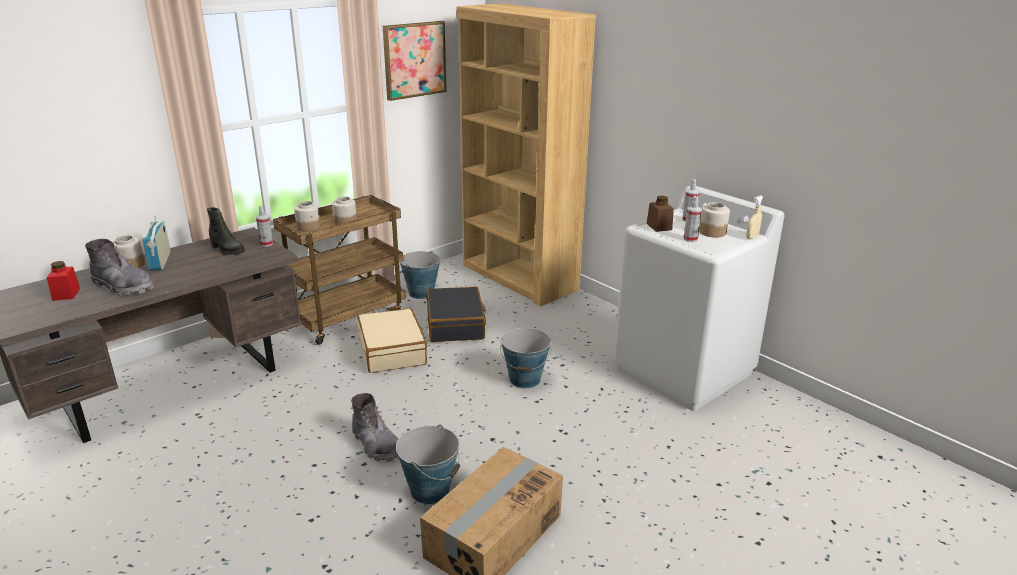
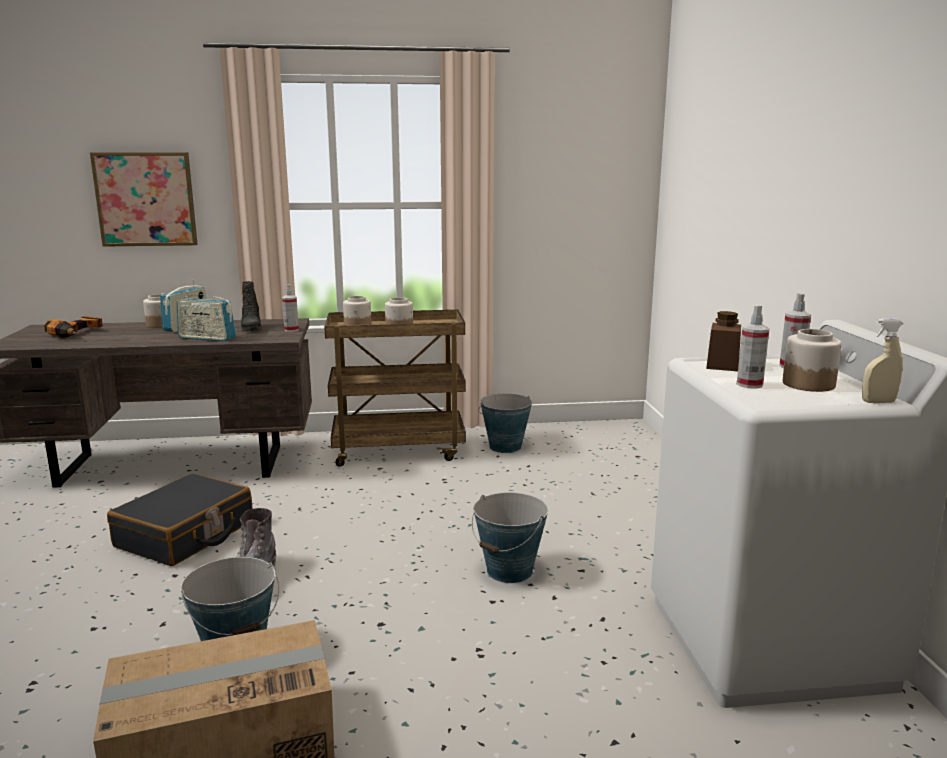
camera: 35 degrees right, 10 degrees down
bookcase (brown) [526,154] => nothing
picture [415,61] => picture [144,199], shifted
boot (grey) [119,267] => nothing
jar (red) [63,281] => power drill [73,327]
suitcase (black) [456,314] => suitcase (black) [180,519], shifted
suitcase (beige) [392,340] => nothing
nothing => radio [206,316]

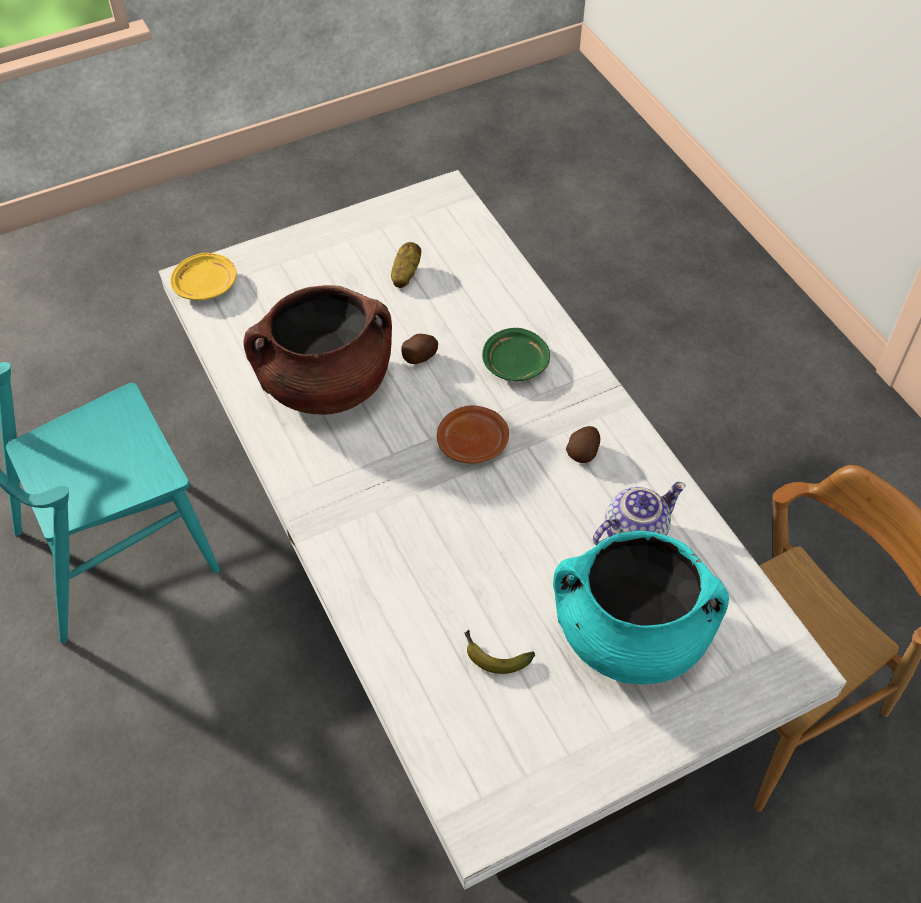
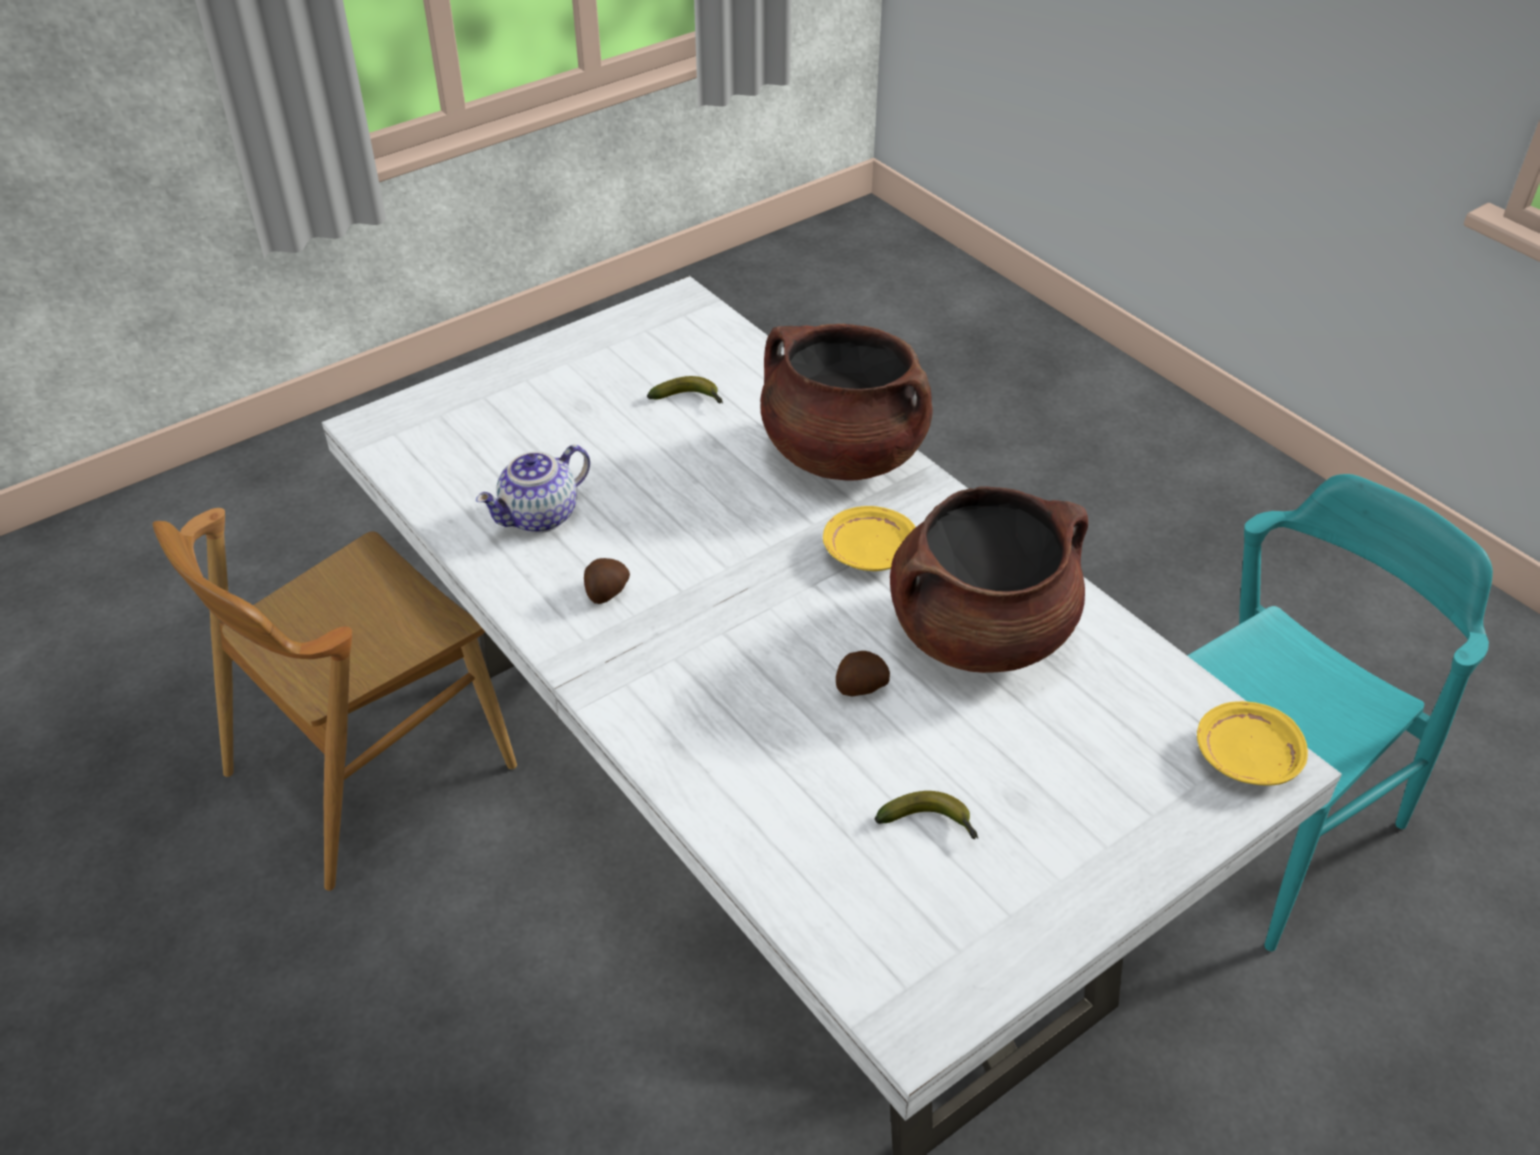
camera: 170 degrees right, 10 degrees down
potato [406,265] => banana [926,815]
plate (green) [516,354] => nothing
plate (brown) [473,434] => nothing
cooking pot (turquoise) [641,607] => nothing
nothing => cooking pot (brown) [846,402]
nothing => plate (yellow) [869,538]

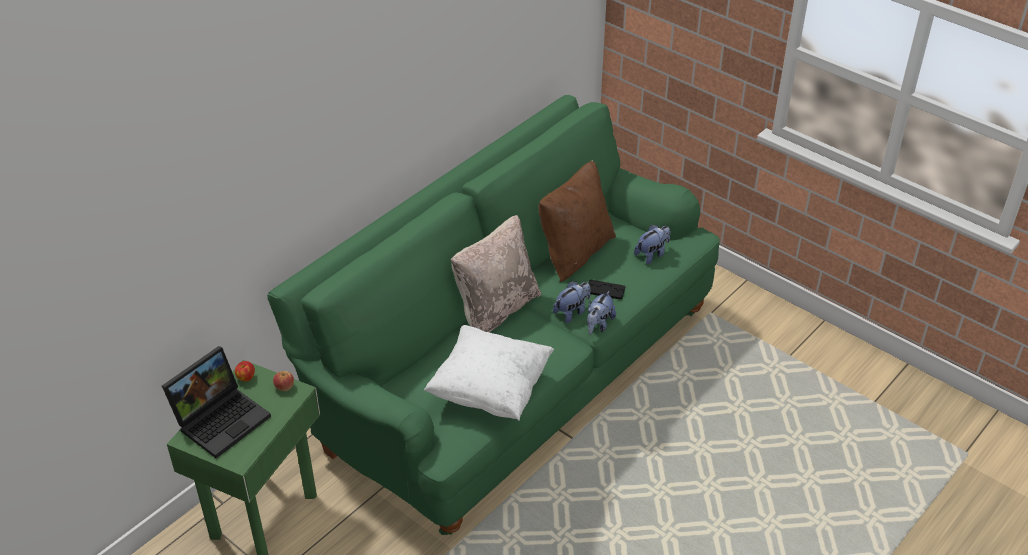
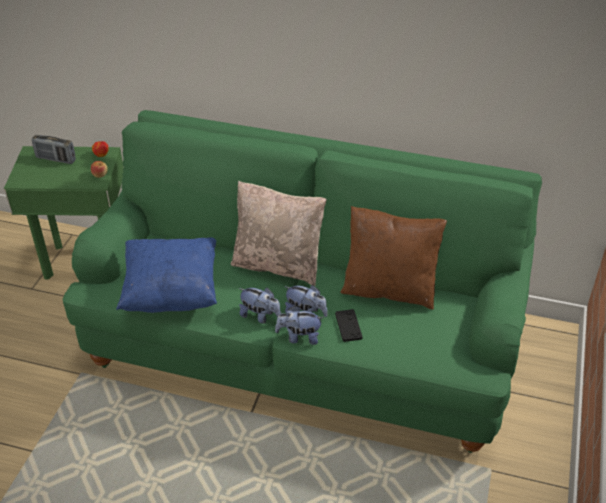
camera: 65 degrees right, 0 degrees up
plush toy [652,244] => plush toy [260,306], shifted
pillow (white) [489,373] => pillow (blue) [166,275]
laptop [216,402] => radio [54,149]

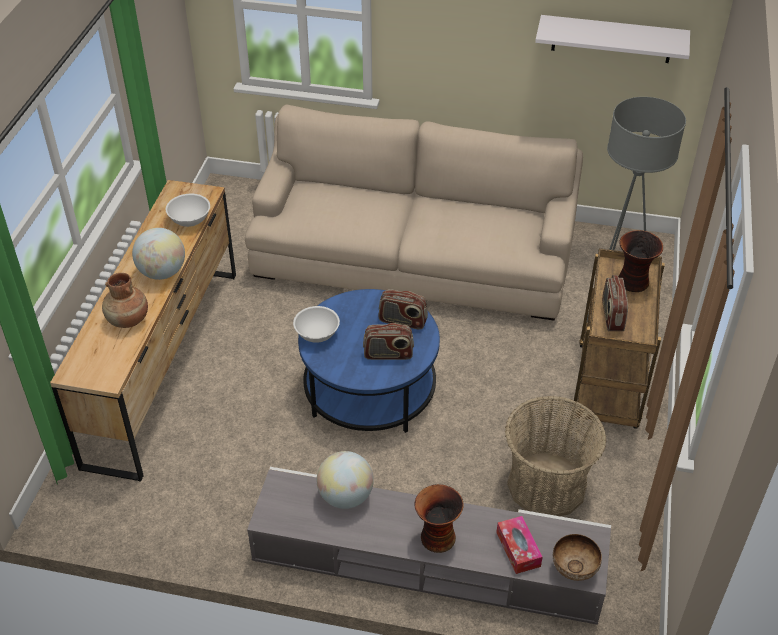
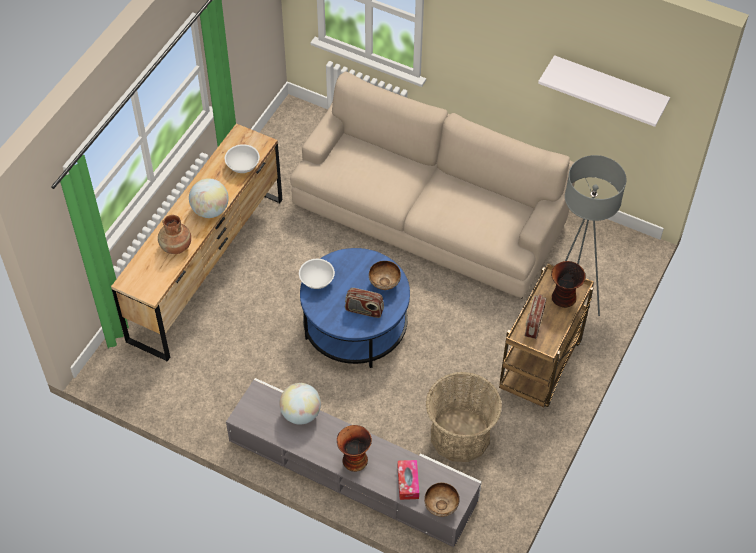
camera: 15 degrees right, 10 degrees up
radio [403,309] => bowl [385,275]

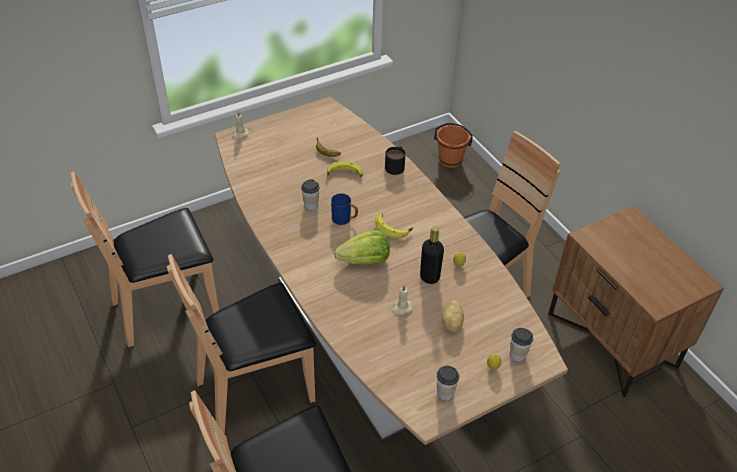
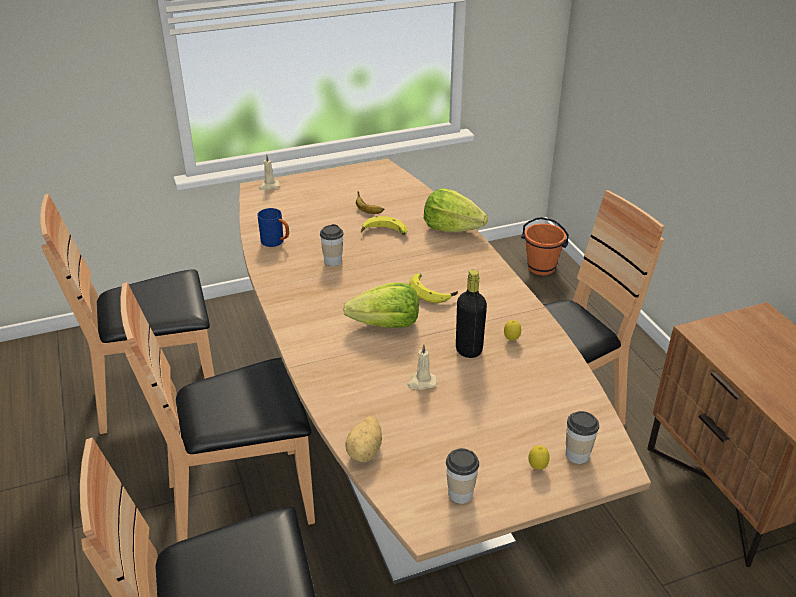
camera: 10 degrees right, 10 degrees down
mug (black) [395,160] => lettuce [456,210]
mug (blue) [344,209] => mug (blue) [273,227], shifted
potato [453,316] => potato [364,439], shifted

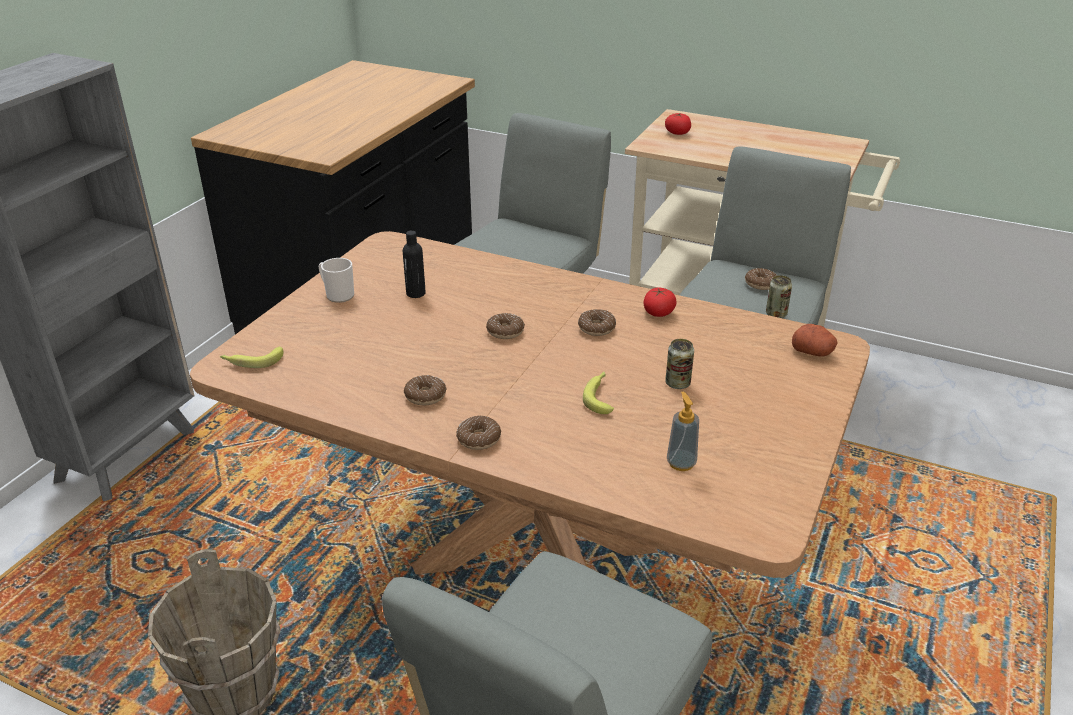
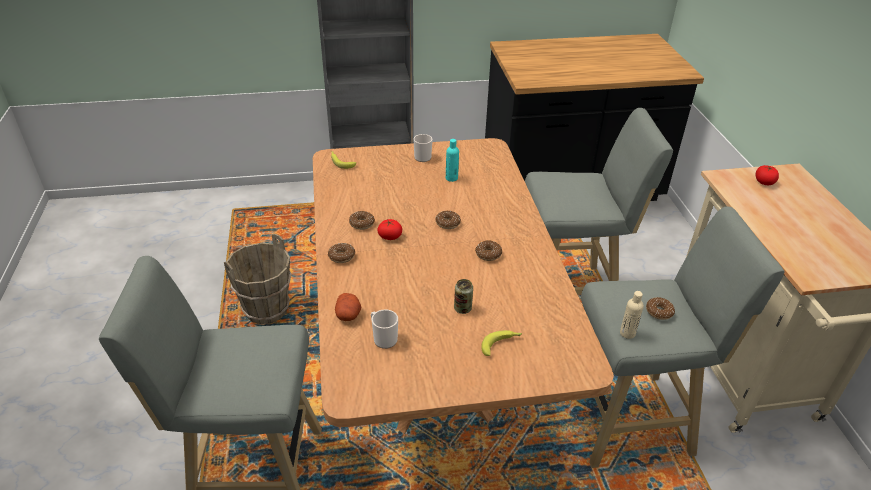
camera: 55 degrees right, 5 degrees up
bottle (black) [414,264] => bottle (turquoise) [452,160]
can [779,296] => bottle (beige) [632,315]
tomato [660,302] => tomato [389,229], shifted
potato [815,340] => potato [348,307], shifted
banana [598,393] => banana [501,343], shifted
soap dispenser [683,431] => mug [384,329]

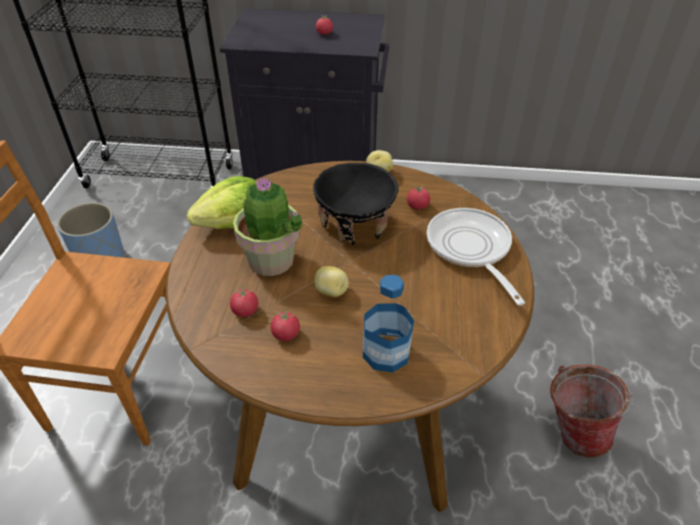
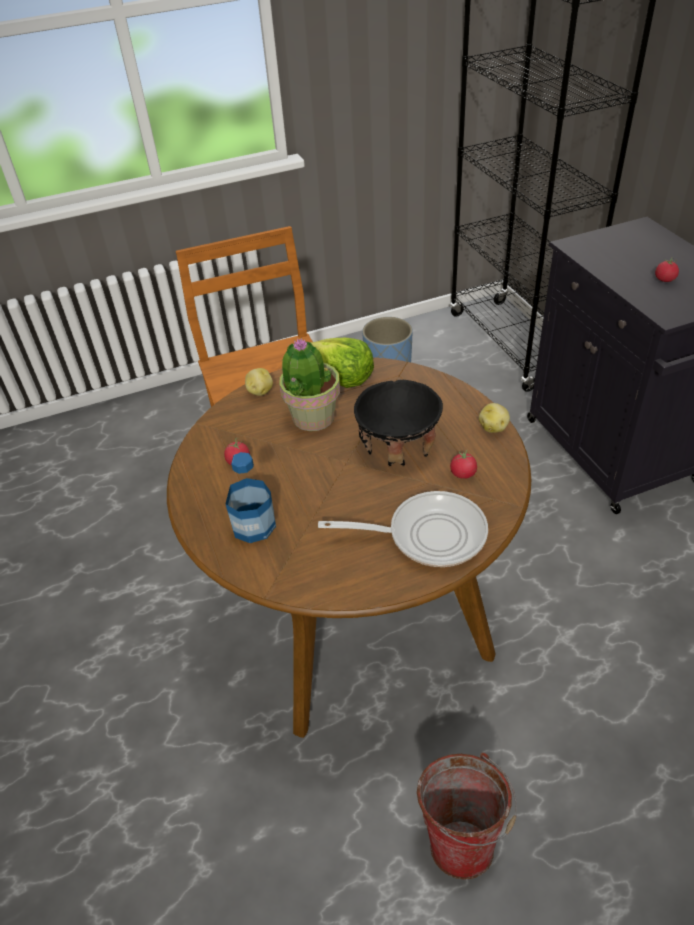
camera: 65 degrees right, 0 degrees up
frying pan [476,257] => frying pan [403,529], 45 degrees clockwise
potato [332,281] => potato [259,382], shifted
tomato [244,301] => nothing

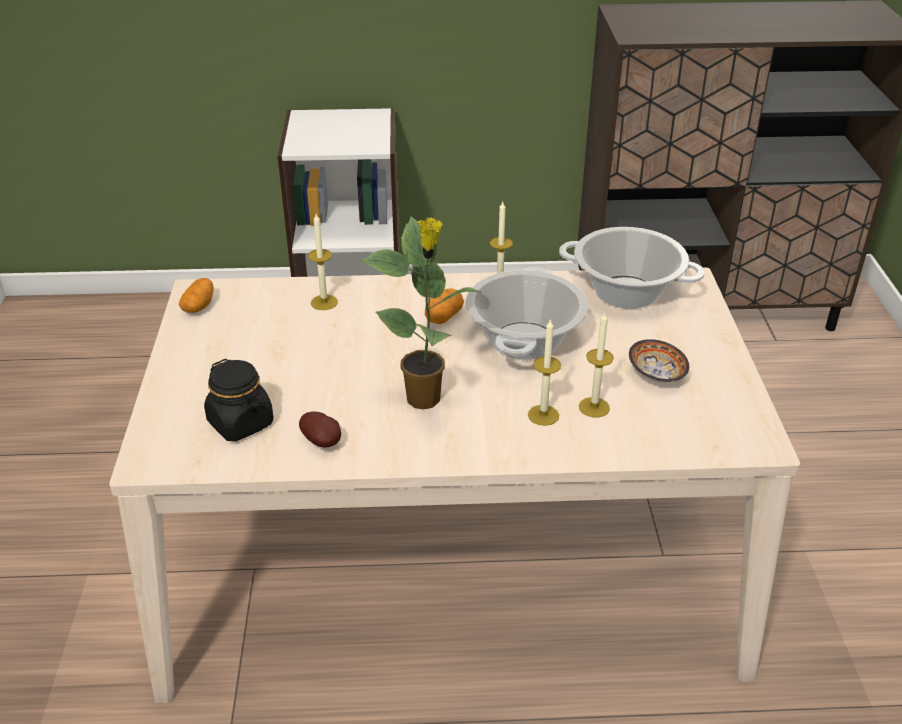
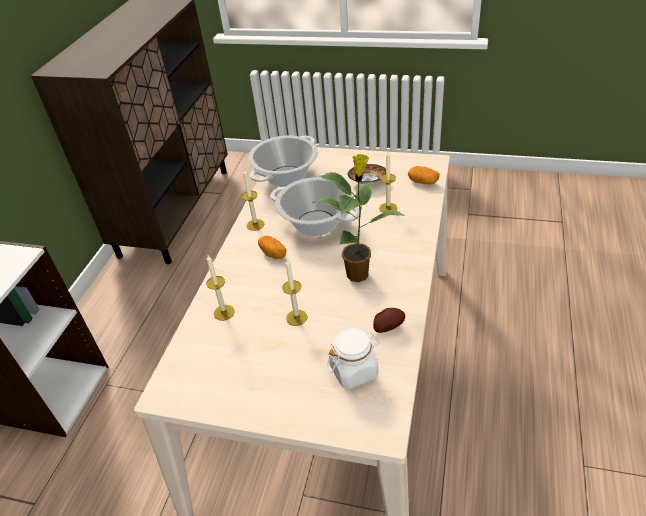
camera: 70 degrees left, 5 degrees up
potato [196,295] => potato [424,175], shifted
candle [544,372] => candle [294,292], shifted
jar (black) [239,400] => jar (white) [353,358]

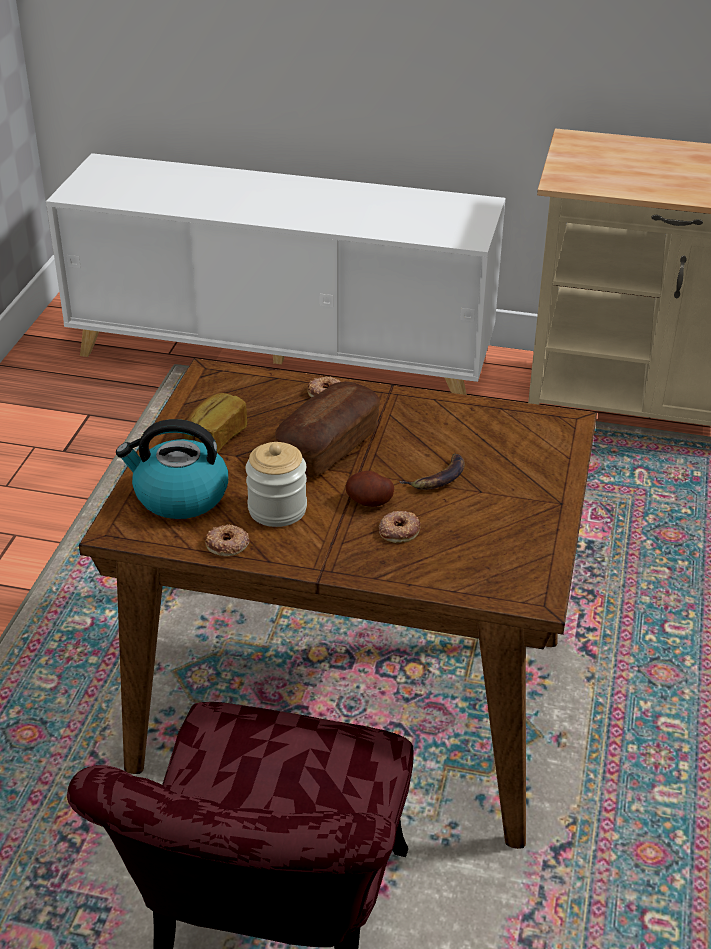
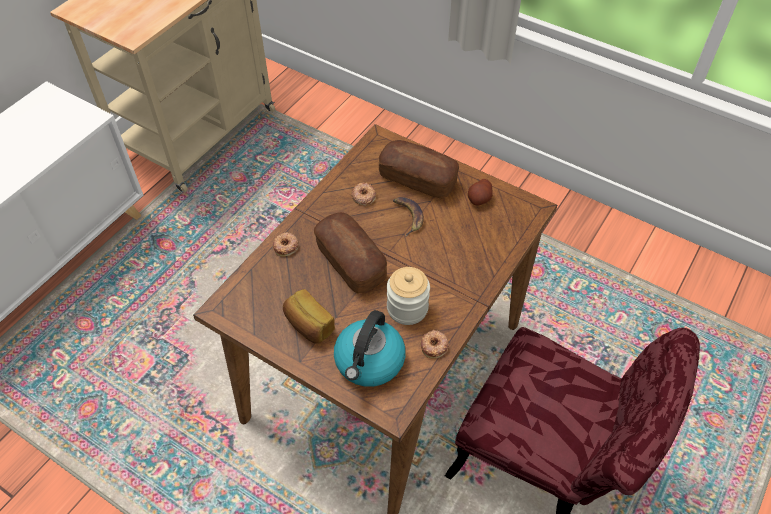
camera: 70 degrees left, 15 degrees up
potato [370,489] => potato [480,192], shifted
donut [400,527] => donut [363,194], shifted
nothing => bread [419,169]

